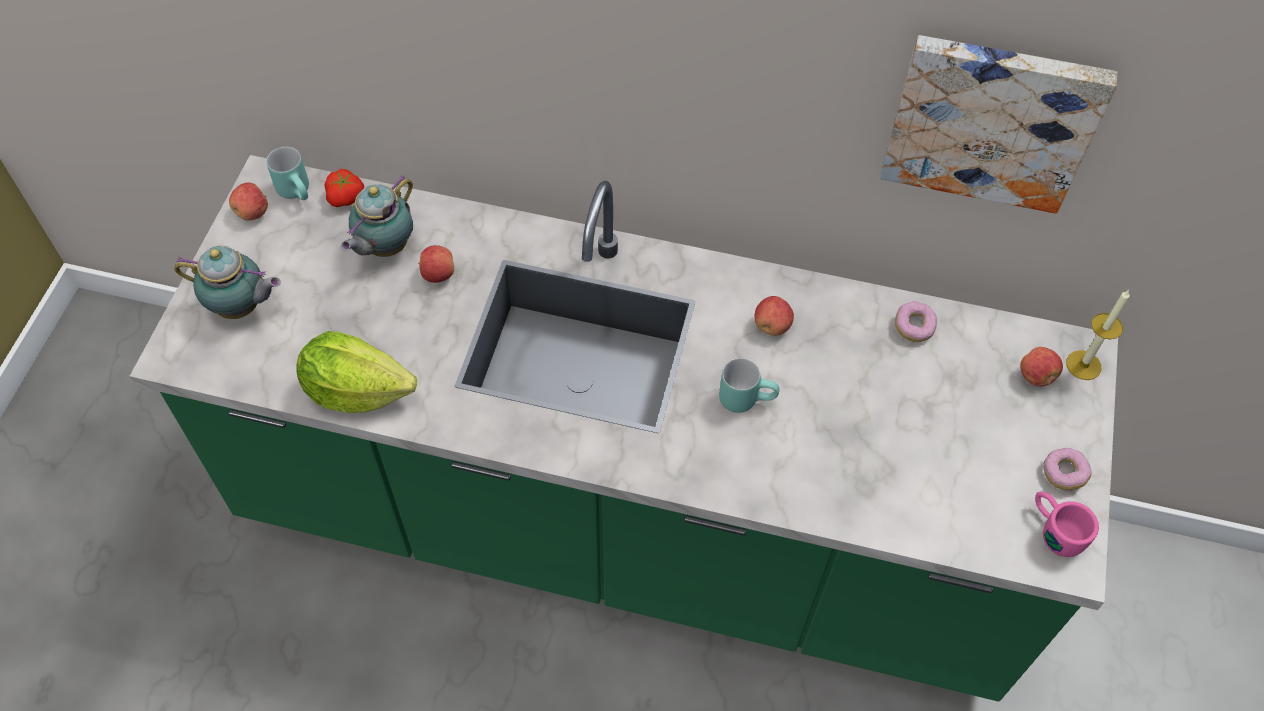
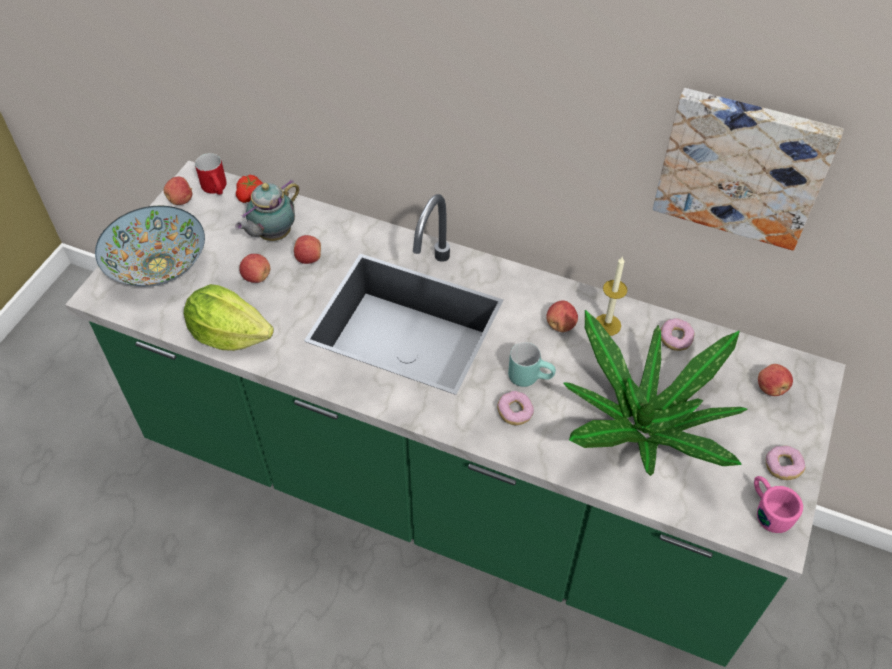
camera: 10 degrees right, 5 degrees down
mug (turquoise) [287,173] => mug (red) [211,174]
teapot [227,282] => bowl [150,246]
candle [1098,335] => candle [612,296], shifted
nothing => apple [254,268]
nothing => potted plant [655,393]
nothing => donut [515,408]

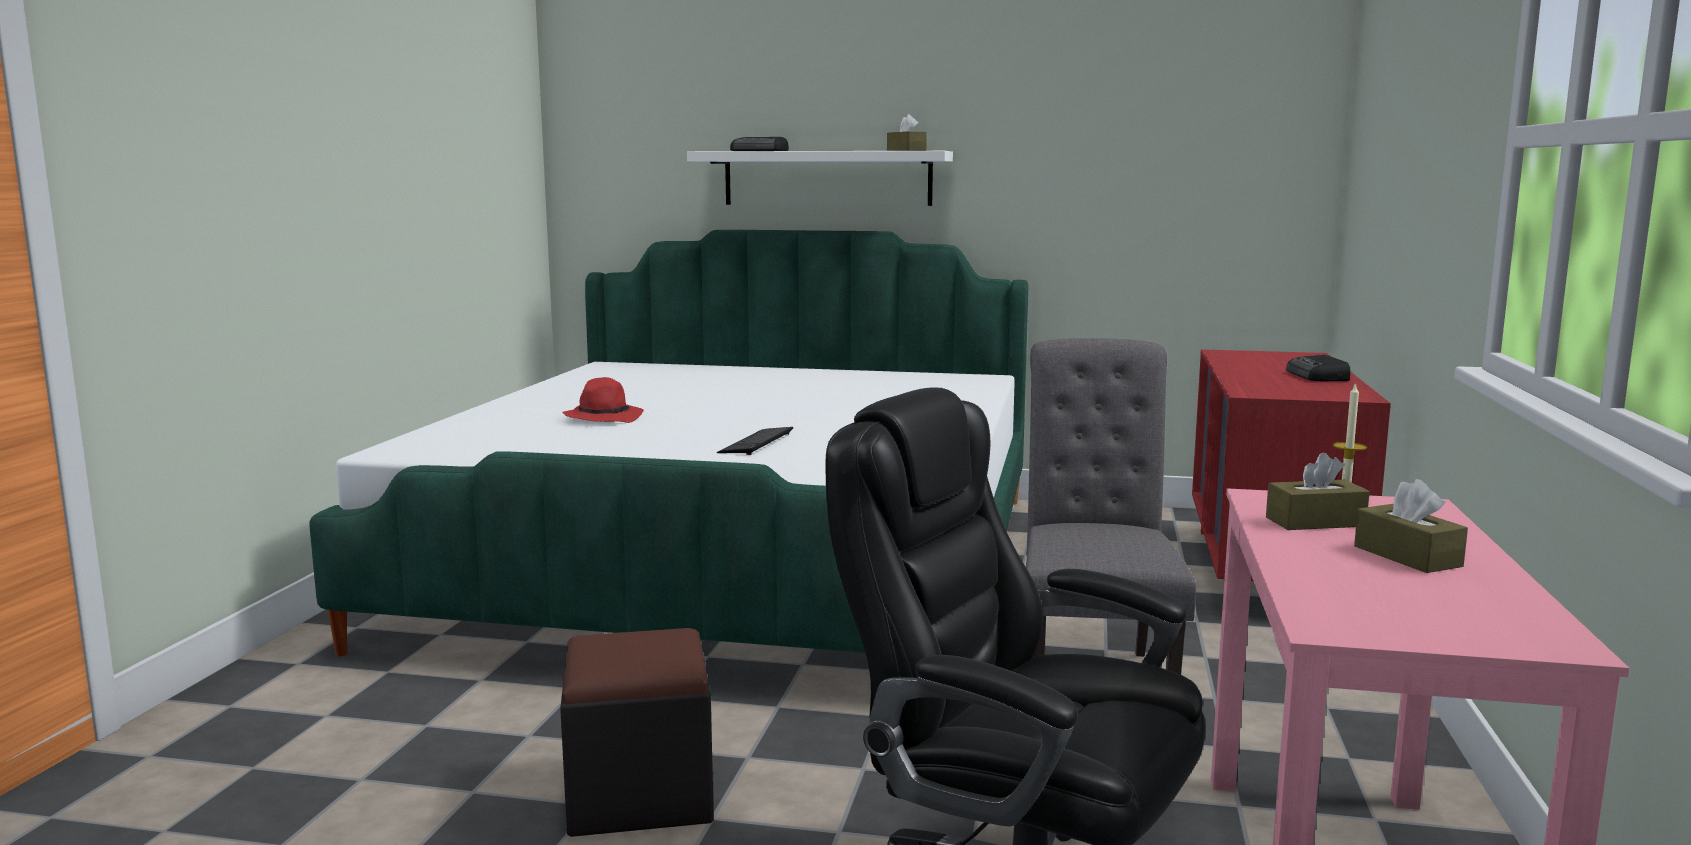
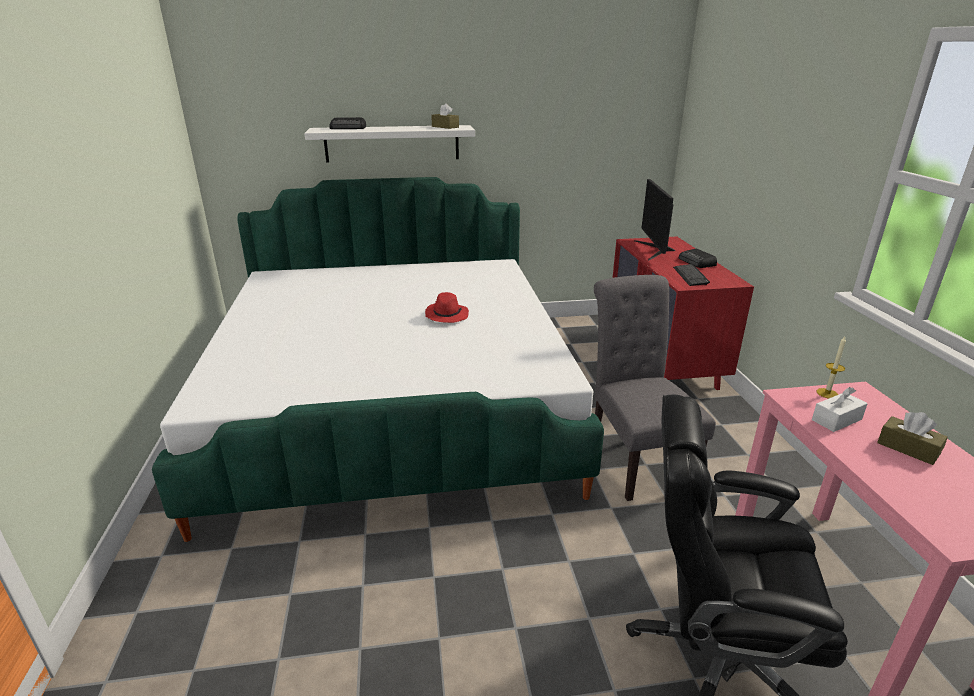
camera: 20 degrees left, 15 degrees up
hat (red) [603,400] => hat (red) [447,307], shifted
keyboard [755,441] => keyboard [691,275], shifted
tissue box (brown) [1318,491] => tissue box (white) [840,409]
ottoman (black) [637,732] => nothing
nothing => monitor [654,220]

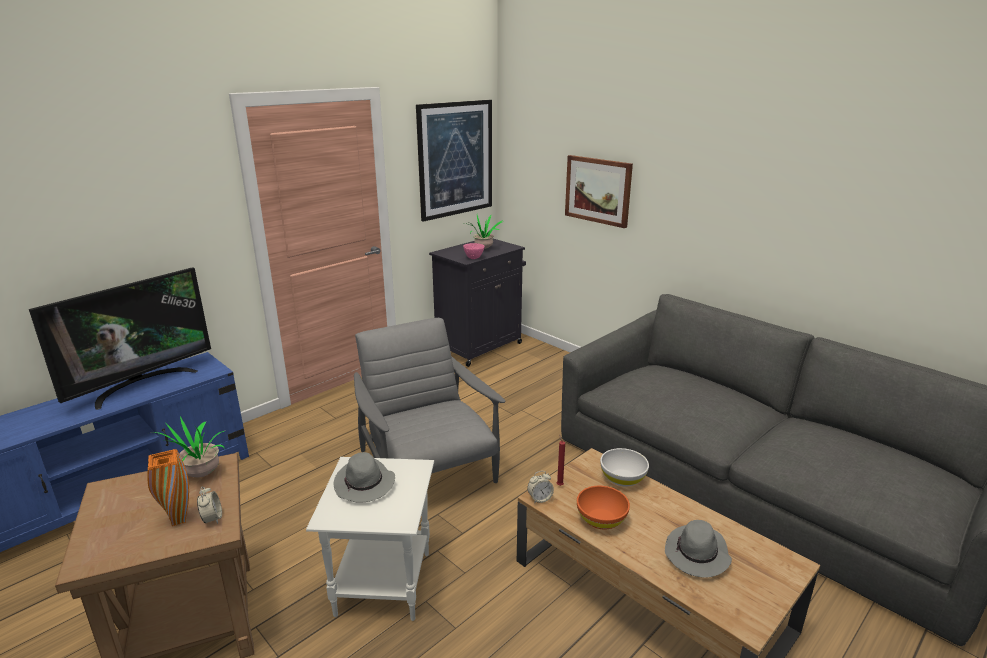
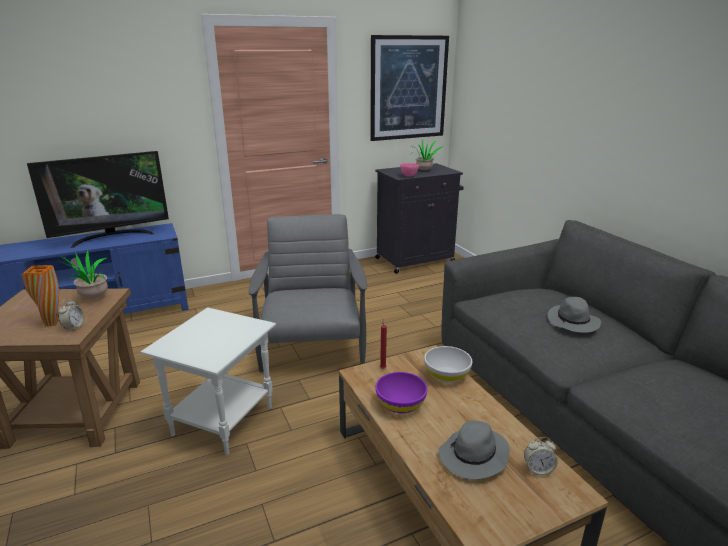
camera: 20 degrees right, 0 degrees up
picture [599,191] => nothing
hat (grey) [364,477] => hat (grey) [574,315], shifted
alarm clock [540,487] => alarm clock [541,456], shifted
bowl (orange) [603,507] => bowl (purple) [402,392]

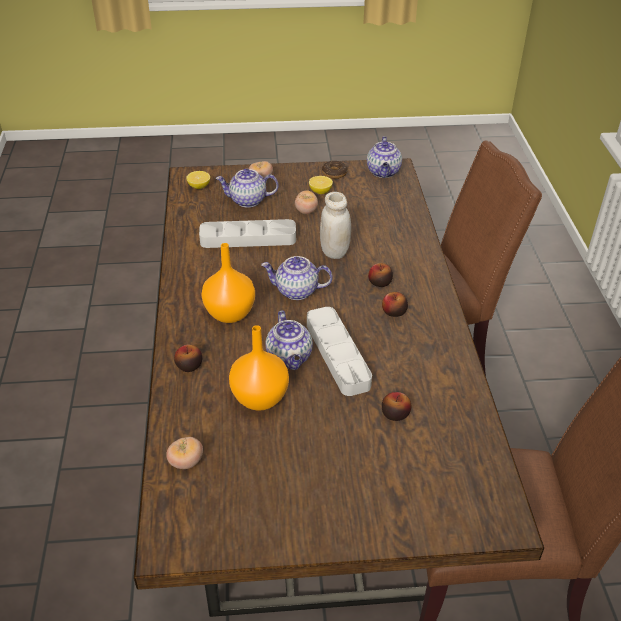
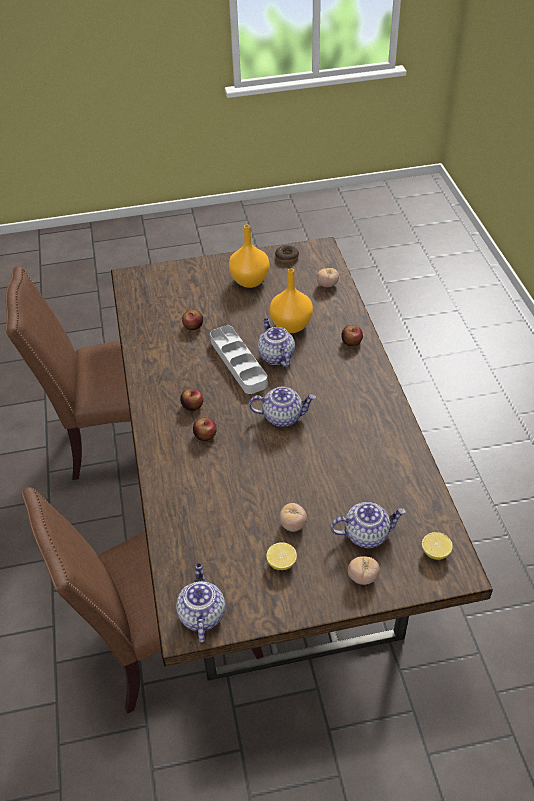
camera: 175 degrees right, 5 degrees up
donut [335,170] => donut [287,254], shifted
jar (white) [335,225] => nothing
tray (grey) [247,233] => nothing
vase (orange) [228,283] => vase (orange) [249,256], shifted

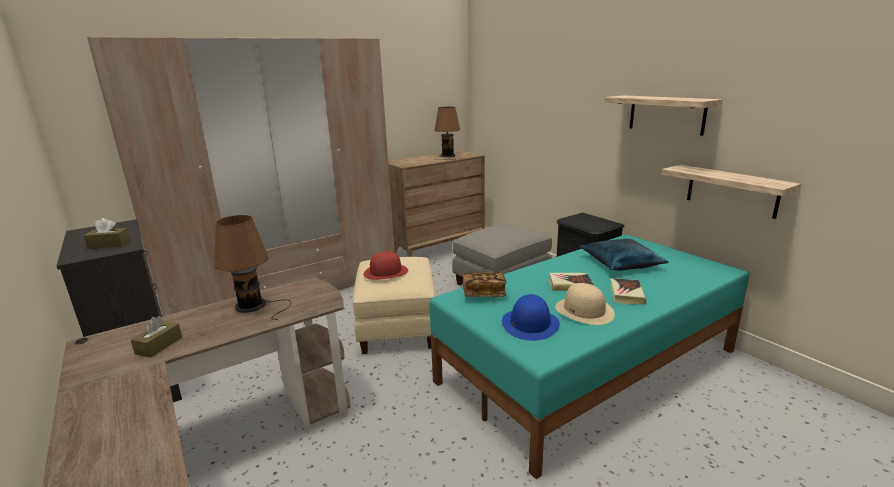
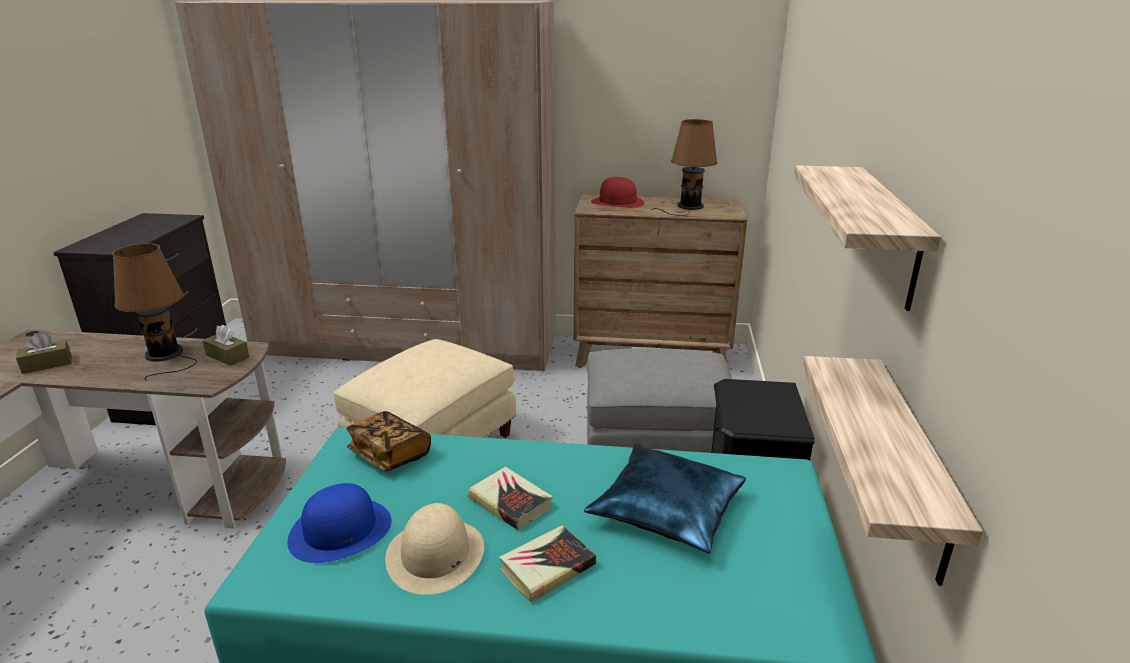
camera: 40 degrees right, 5 degrees up
tissue box (brown) [107,233] => tissue box (brown) [226,345], shifted
hat (red) [385,265] => hat (red) [618,192], shifted

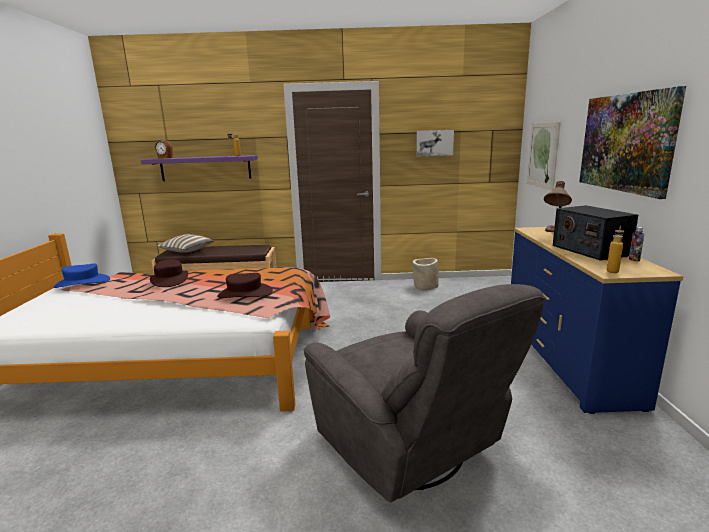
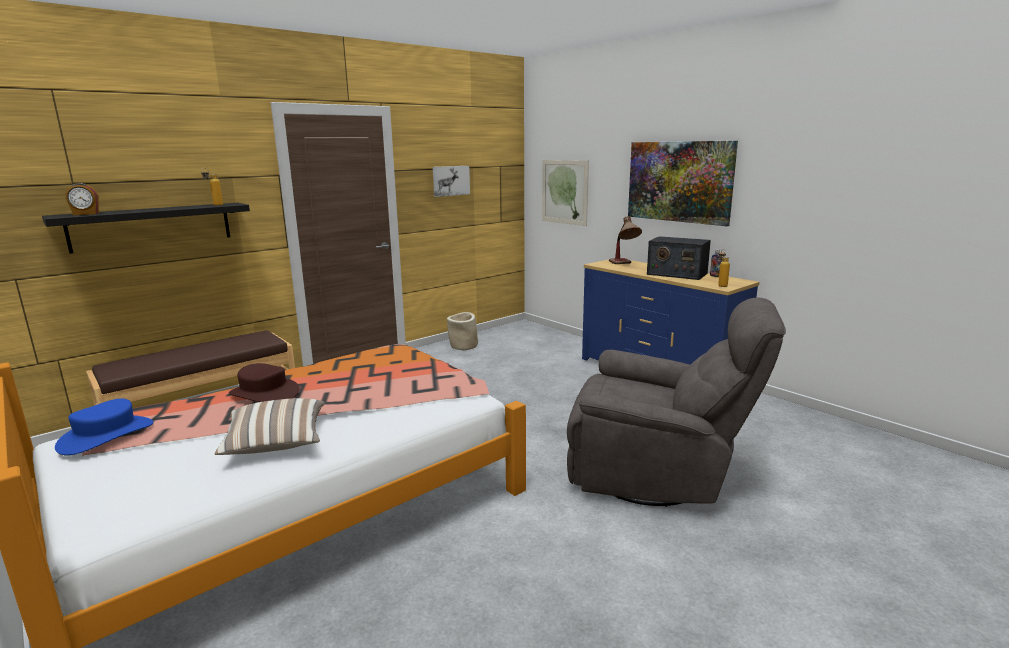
camera: 40 degrees left, 0 degrees up
shelf (purple) [199,168] => shelf (black) [146,228]
pillow [185,243] => pillow [270,426], shifted
hat (brown) [245,285] => nothing

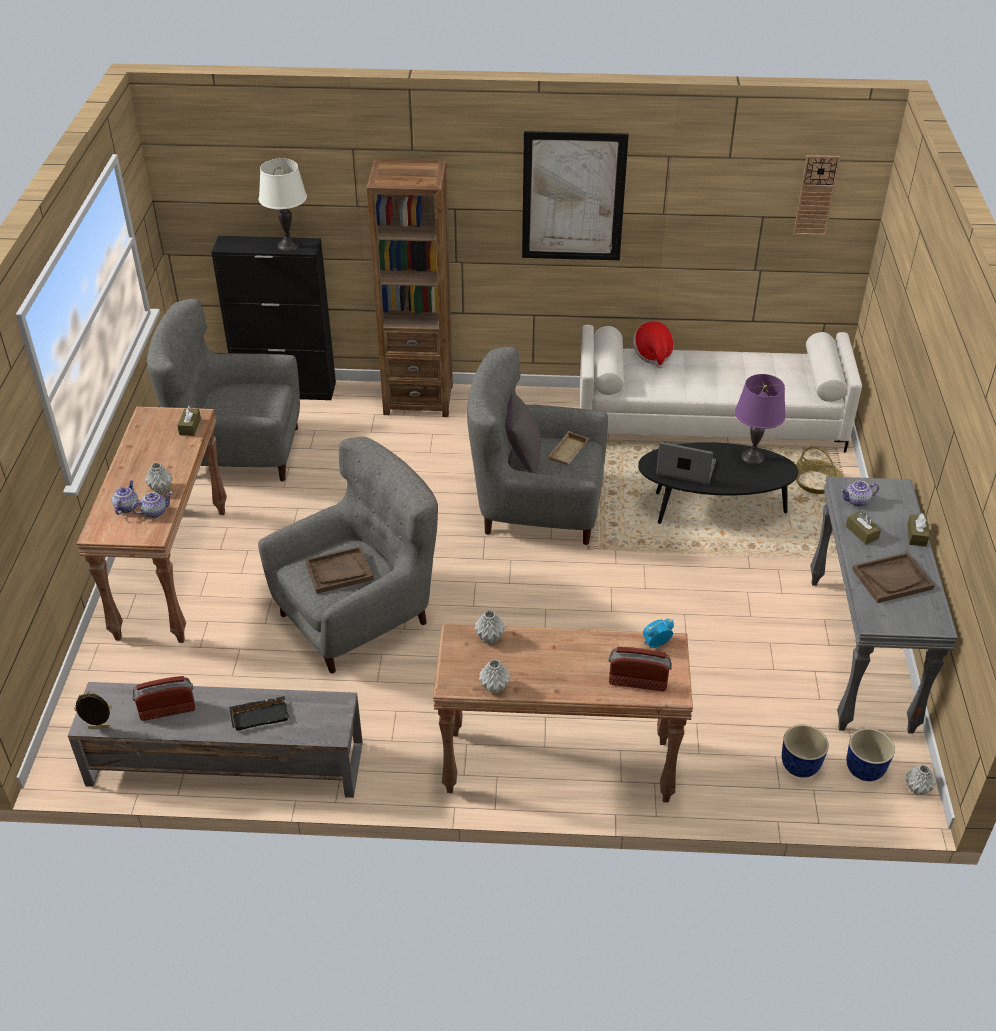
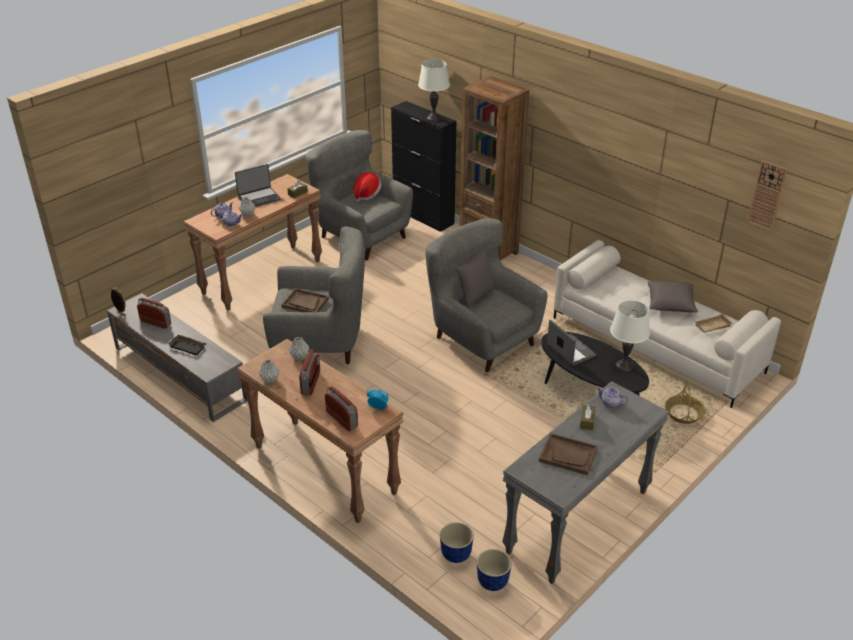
camera: 40 degrees right, 5 degrees down
picture [575,195] => nothing
hat [653,345] => hat [367,187], shifted
table lamp (purple) [760,419] => table lamp (white) [630,336]
tray (beige) [569,448] => tray (beige) [714,323], shifted
tissue box (brown) [918,530] => nothing
vase (grey) [921,780] => nothing
nothing => laptop [258,185]
nothing => pillow (grey) [673,296]
nothing => radio [309,372]

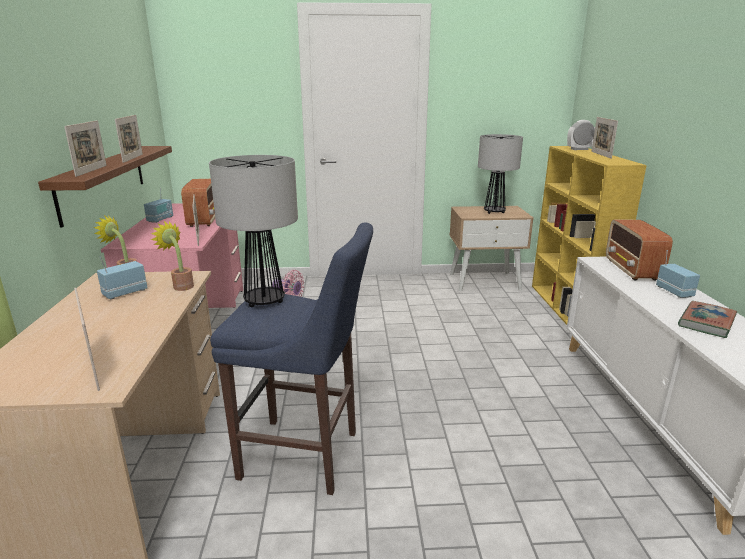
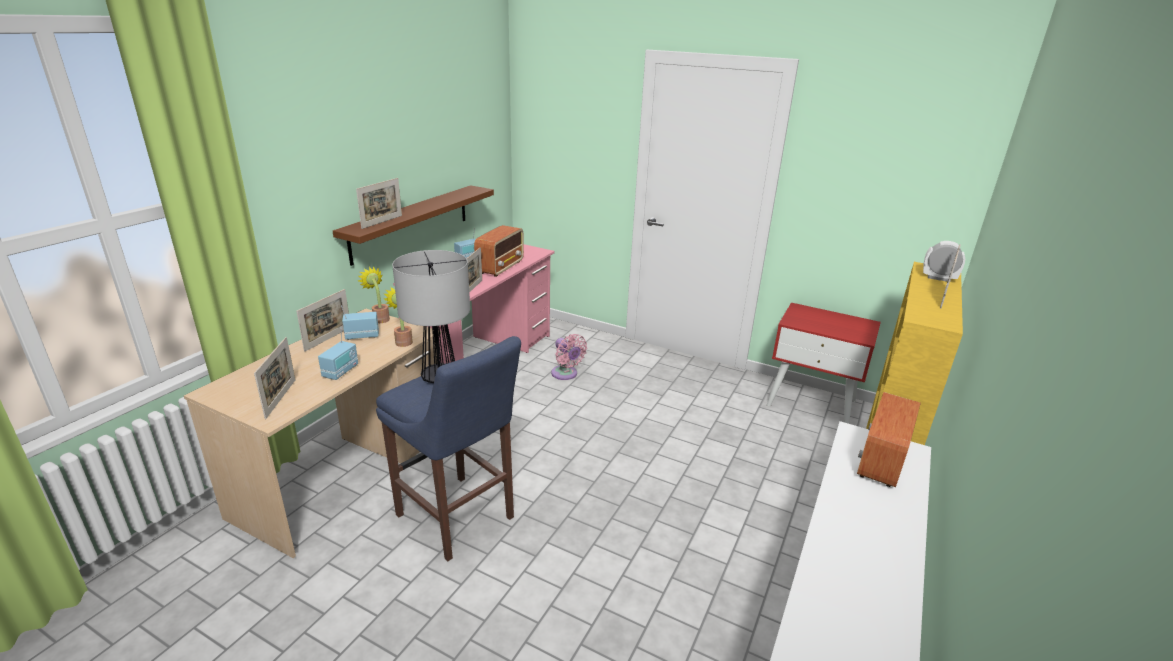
camera: 30 degrees right, 5 degrees up
picture frame [129,139] => picture frame [322,320], shifted
table lamp [500,174] => nothing
nightstand (beige) [492,248] => nightstand (red) [824,363]
radio [678,274] => radio [338,353], shifted
book [707,319] => nothing

